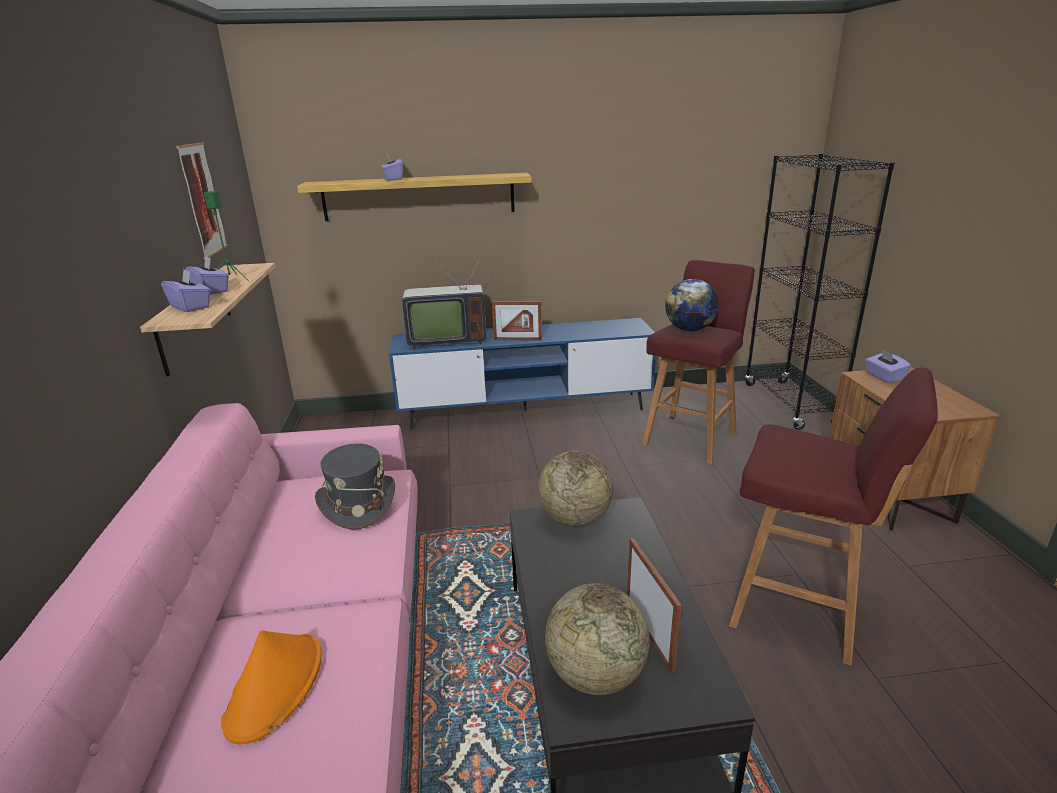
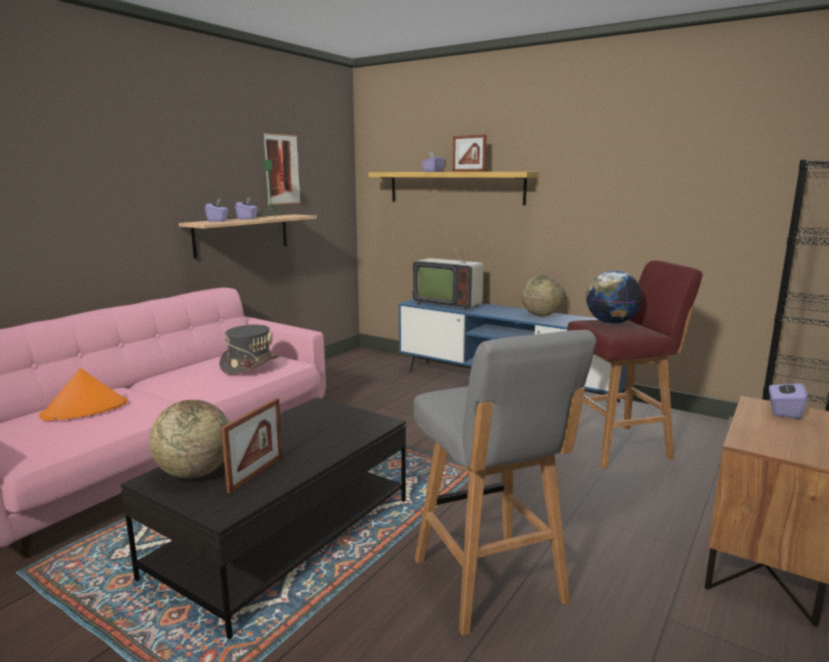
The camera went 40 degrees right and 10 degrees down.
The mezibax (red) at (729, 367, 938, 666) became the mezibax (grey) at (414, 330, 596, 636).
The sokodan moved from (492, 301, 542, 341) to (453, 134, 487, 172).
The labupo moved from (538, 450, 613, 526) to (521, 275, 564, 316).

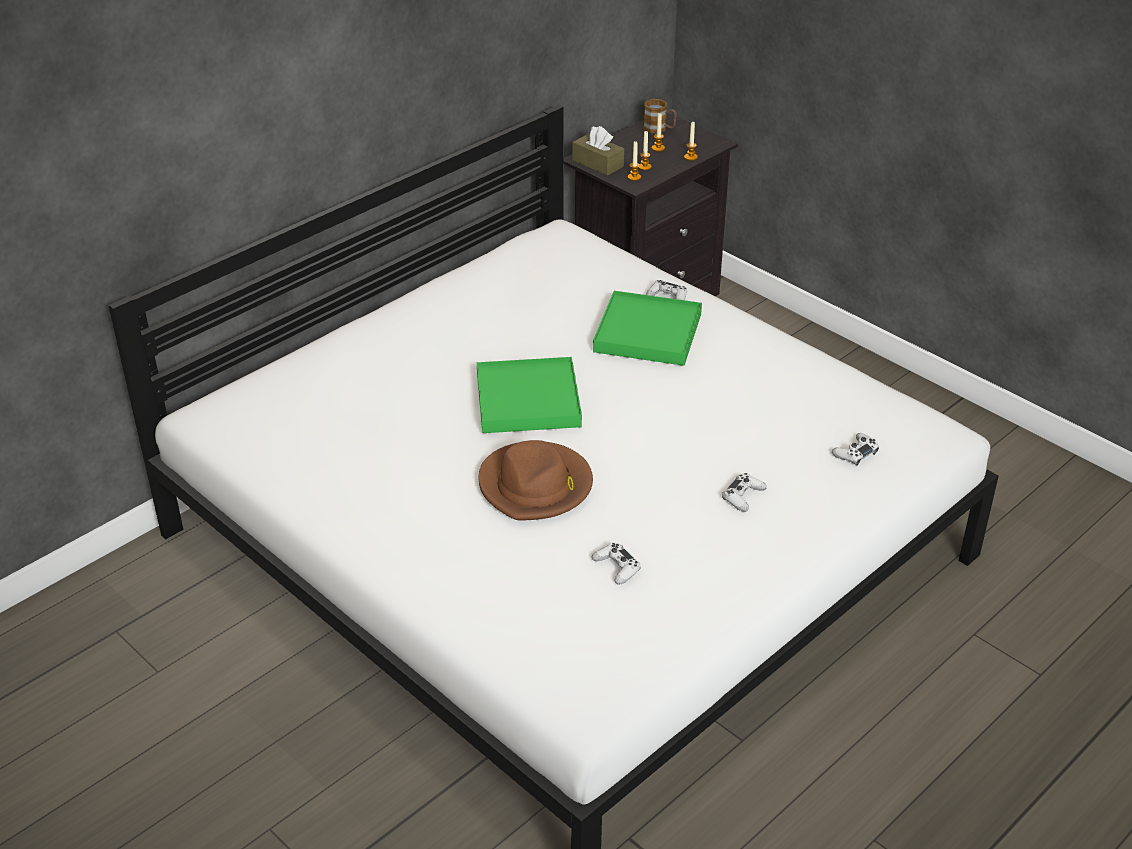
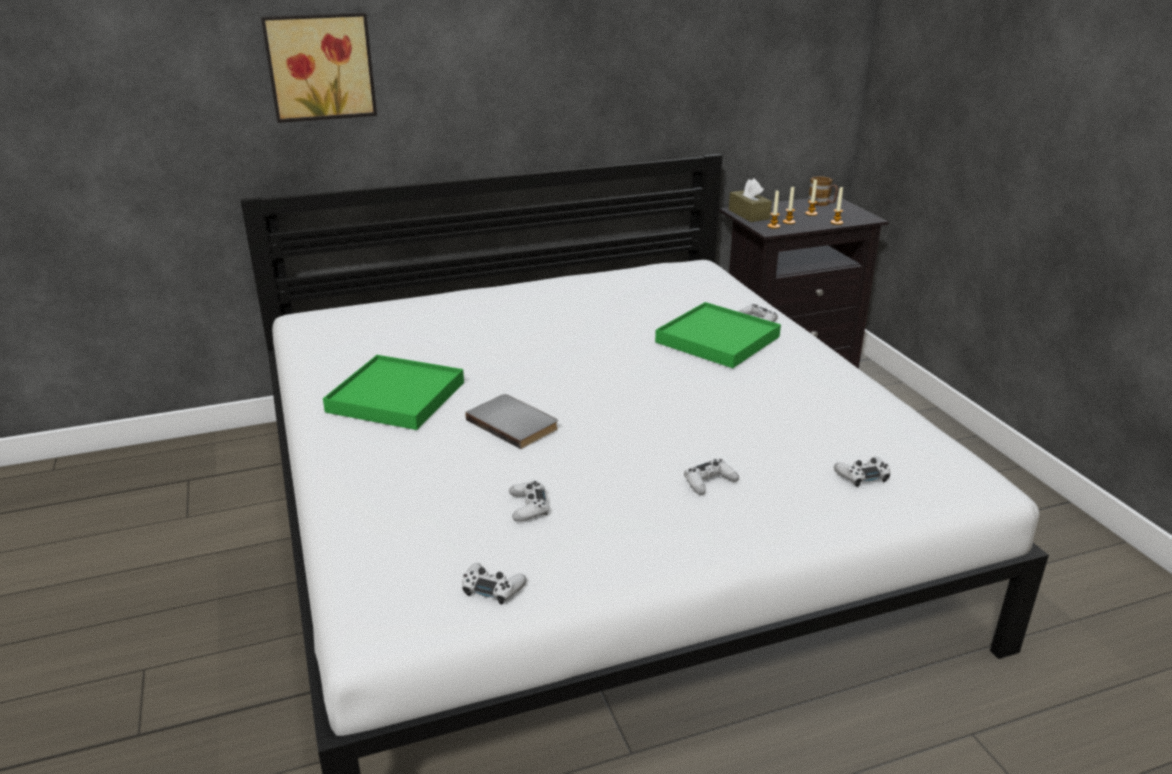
The camera went 25 degrees right and 10 degrees down.
The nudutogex at (261, 13, 377, 123) appeared.
The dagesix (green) moved from (477, 357, 582, 433) to (323, 355, 464, 430).
The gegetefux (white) at (462, 563, 527, 605) appeared.
The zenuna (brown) at (479, 440, 593, 521) was replaced by the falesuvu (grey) at (466, 394, 558, 449).

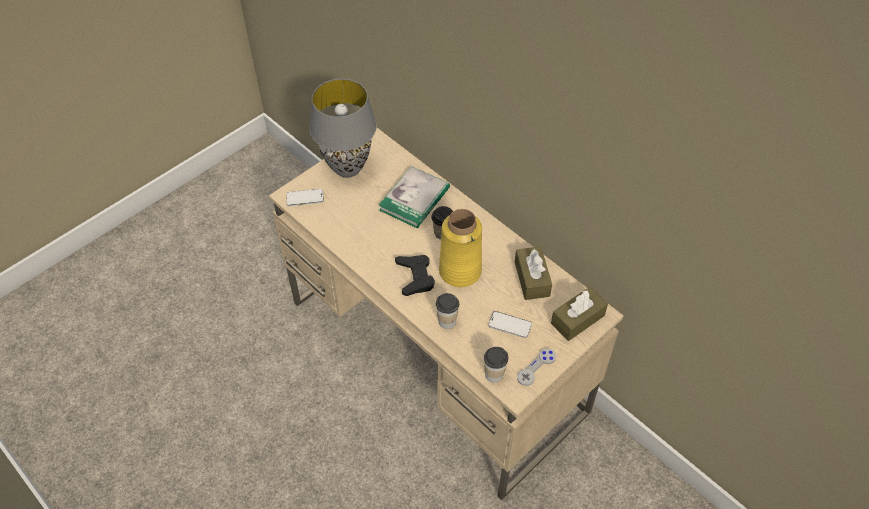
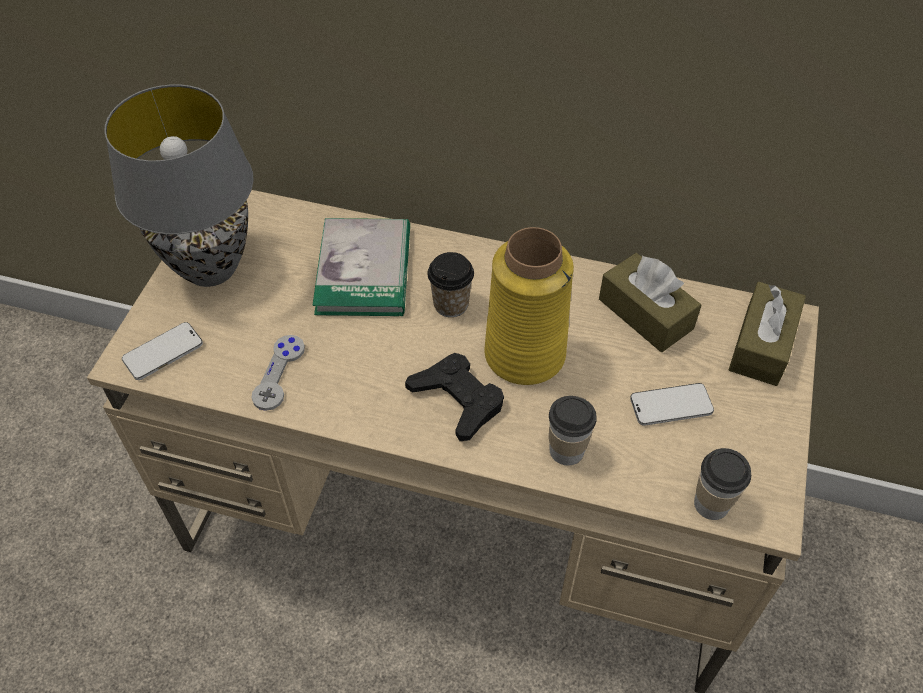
The camera went 30 degrees left and 0 degrees up.
The gegetefux (grey) moved from (517, 348, 556, 386) to (251, 335, 305, 411).

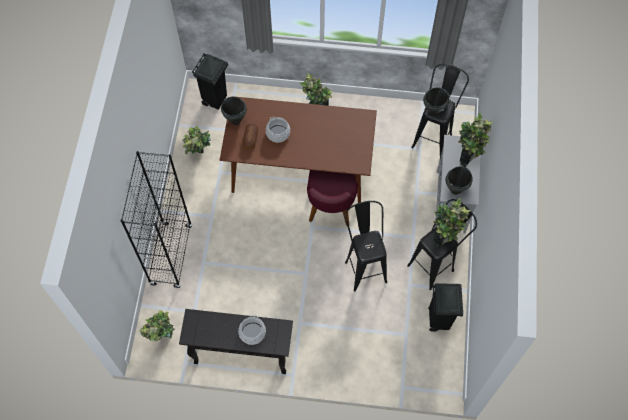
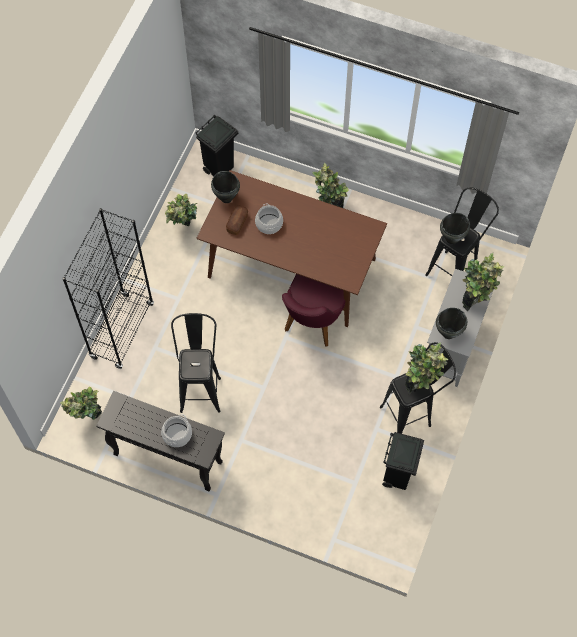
The camera went 15 degrees right and 0 degrees up.
The mezibax (black) moved from (345, 201, 387, 291) to (171, 313, 221, 413).

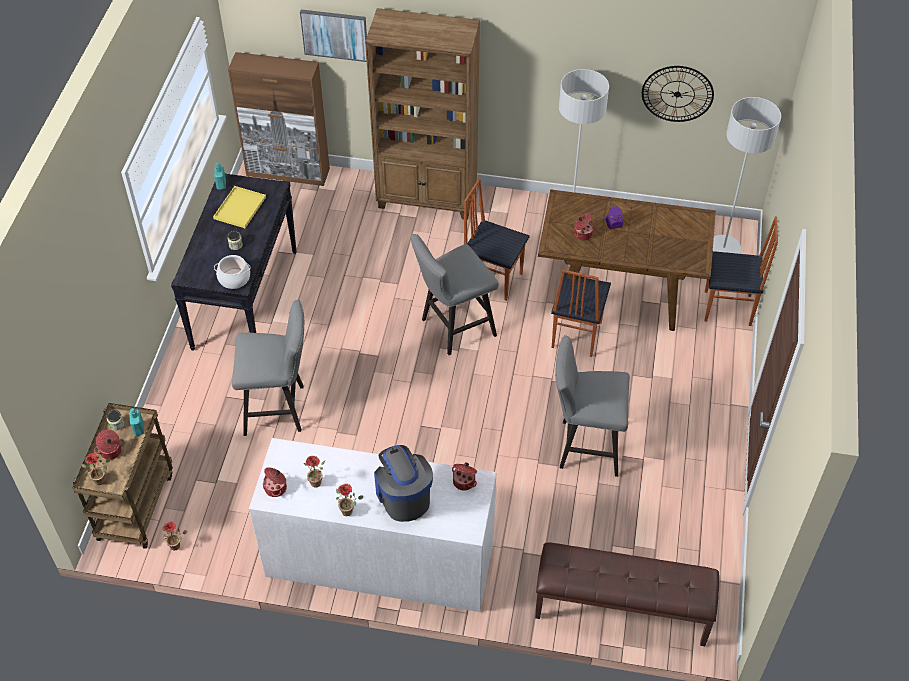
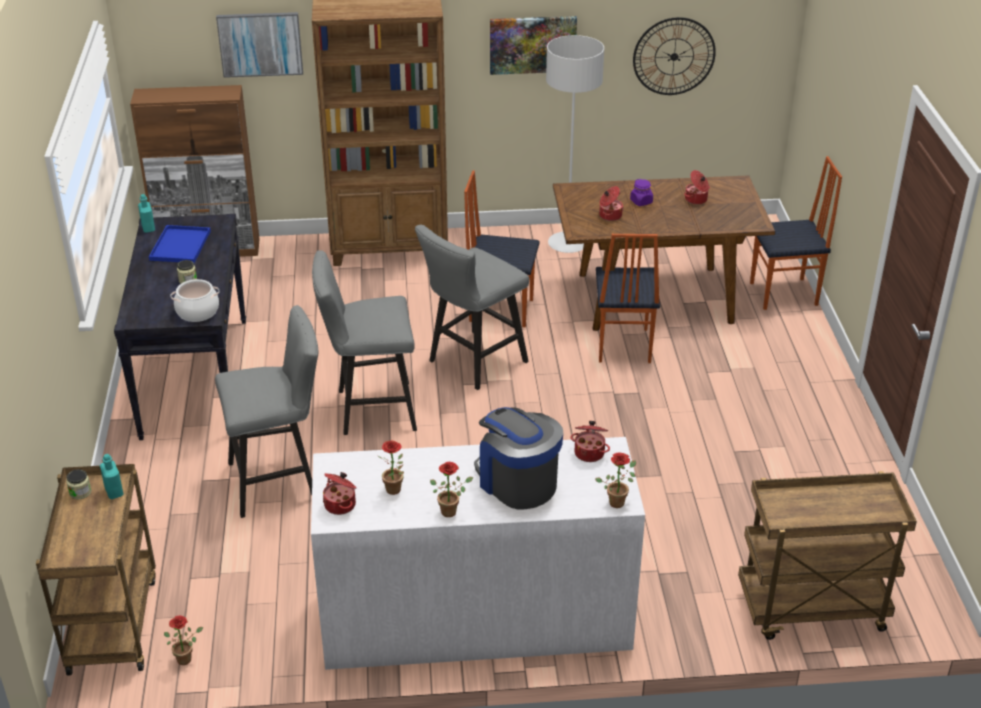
The camera went 15 degrees left and 15 degrees down.
The dagesix (yellow) at (213, 186, 266, 228) became the dagesix (blue) at (149, 225, 211, 263).
The mezibax (grey) moved from (555, 335, 630, 477) to (312, 250, 417, 435).
The nudutogex at (490, 16, 577, 75) appeared.
The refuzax moved from (82, 453, 111, 485) to (595, 452, 636, 508).
The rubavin moved from (94, 429, 124, 460) to (684, 170, 710, 204).
The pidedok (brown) at (535, 542, 719, 646) was replaced by the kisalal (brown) at (738, 471, 917, 640).
The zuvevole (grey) at (713, 97, 781, 254) disappeared.

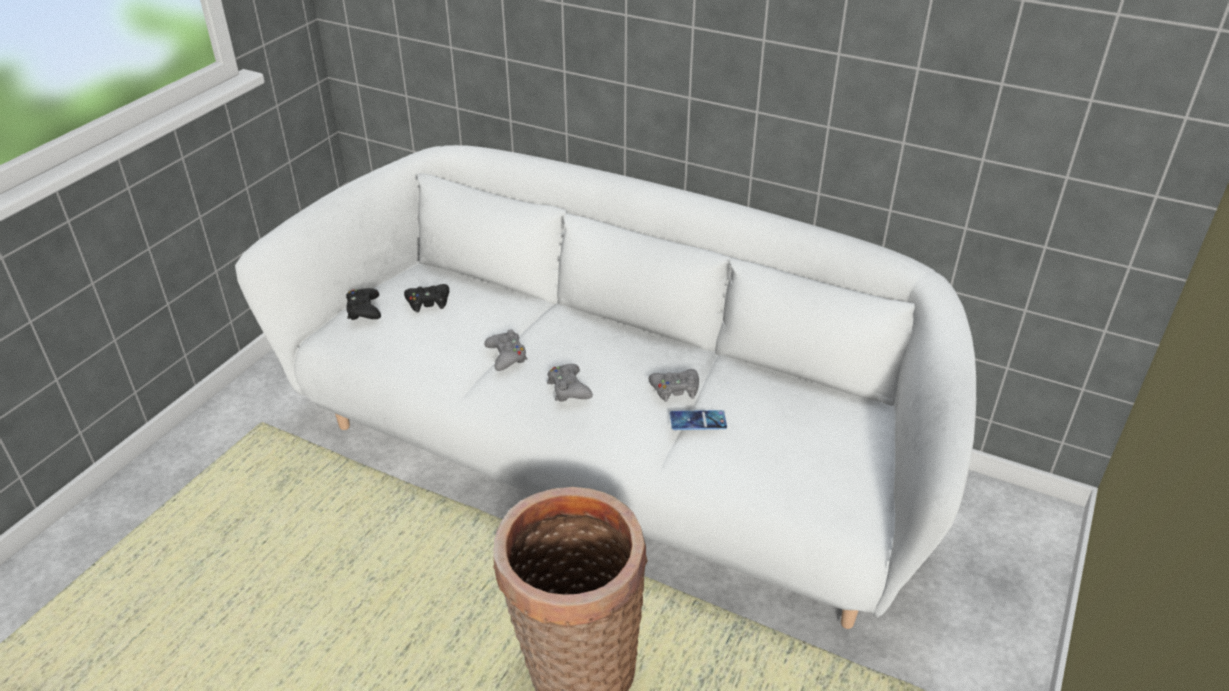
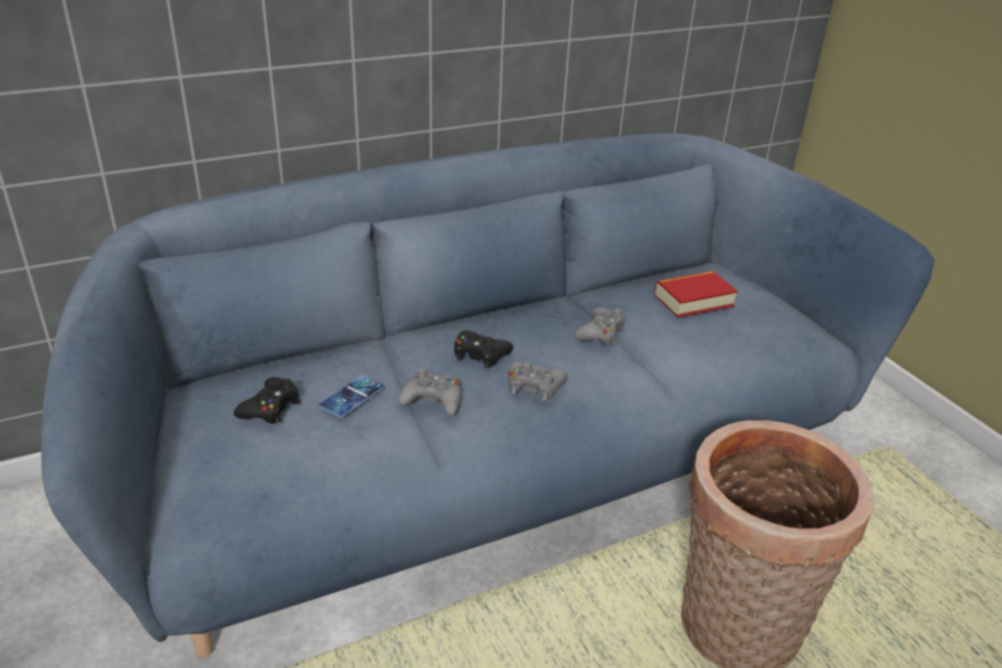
The camera went 55 degrees left and 5 degrees down.
The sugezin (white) at (235, 145, 976, 629) became the sugezin (blue) at (41, 133, 935, 658).
The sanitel moved from (670, 410, 727, 430) to (319, 375, 384, 417).
The gegetefux (black) moved from (346, 288, 381, 320) to (454, 330, 513, 368).
The falesuvu at (654, 271, 738, 318) appeared.

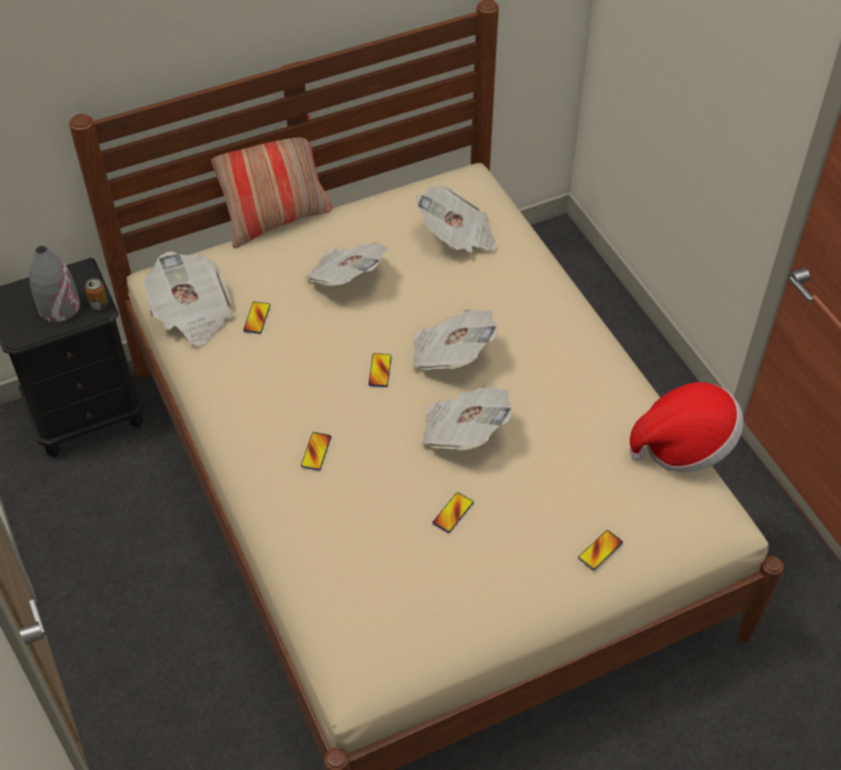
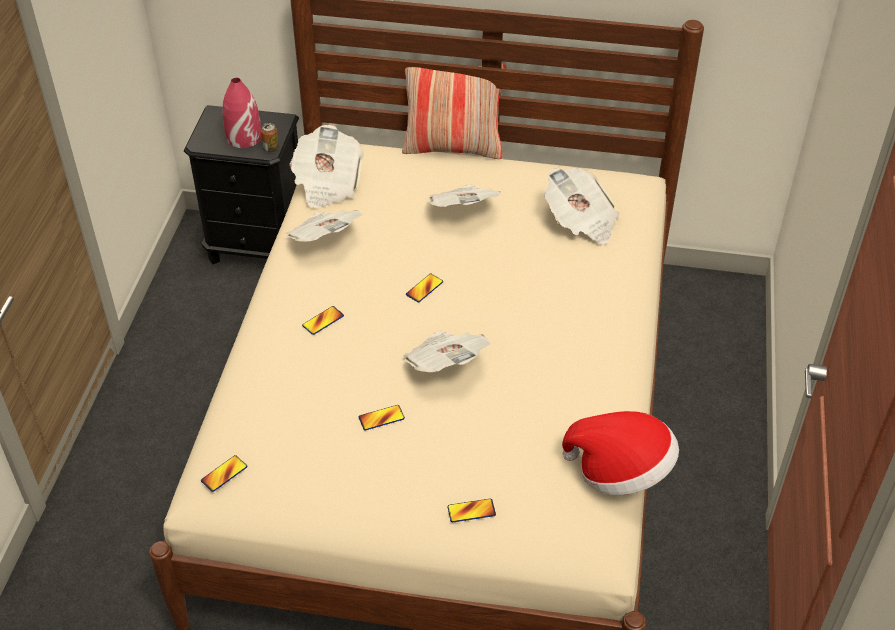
The camera went 35 degrees right and 5 degrees down.
The sanitel moved from (243, 301, 270, 334) to (201, 455, 247, 492).
The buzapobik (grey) at (29, 246, 80, 322) became the buzapobik (red) at (223, 78, 262, 148).
The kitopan moved from (412, 309, 498, 370) to (285, 210, 362, 242).

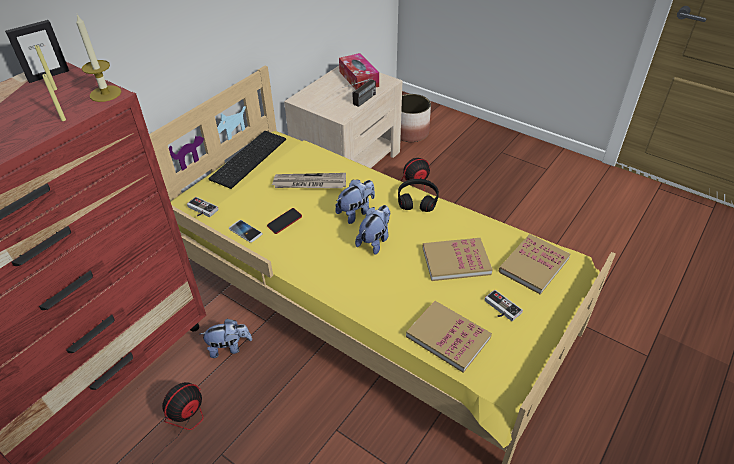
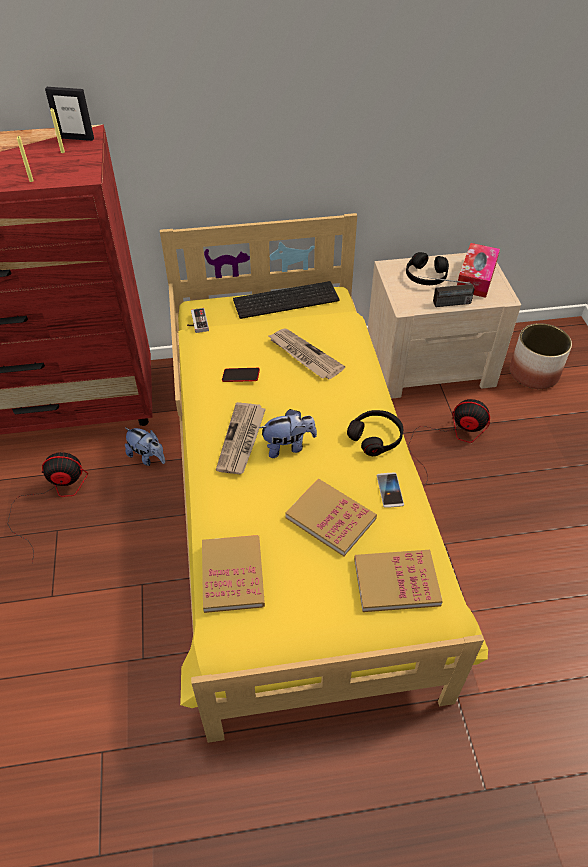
The camera went 45 degrees right and 5 degrees up.
The kitopan at (216, 402, 266, 474) appeared.
The sanitel moved from (229, 220, 263, 243) to (377, 472, 404, 508).
The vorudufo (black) at (406, 252, 449, 285) appeared.
The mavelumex at (76, 15, 121, 102) disappeared.
The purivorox at (335, 180, 375, 224) disappeared.
The gegetefux at (485, 290, 523, 321) disappeared.

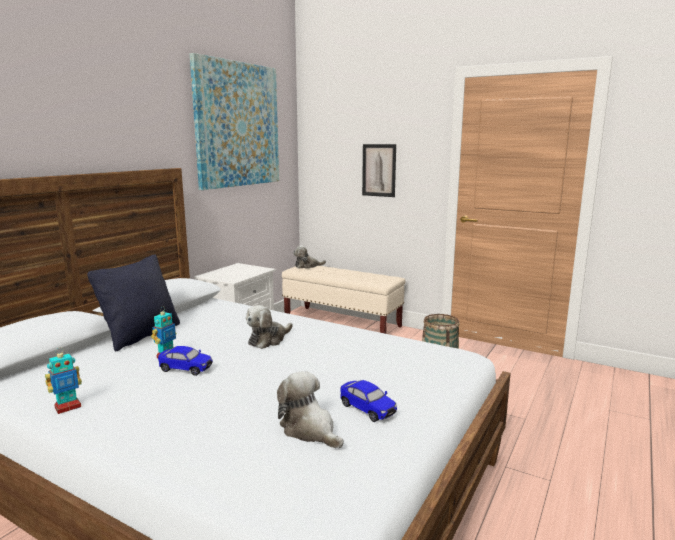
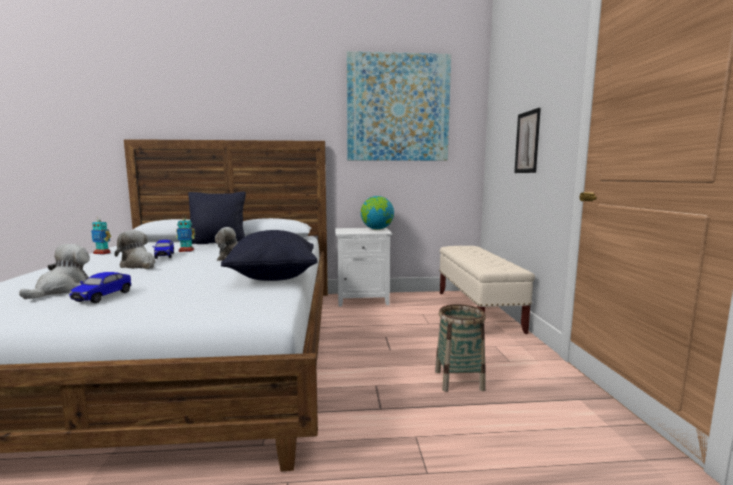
The camera went 55 degrees right and 5 degrees down.
The purivorox moved from (293, 245, 326, 269) to (115, 230, 156, 269).
The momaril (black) at (221, 230, 318, 281) appeared.
The labupo at (361, 196, 394, 230) appeared.

